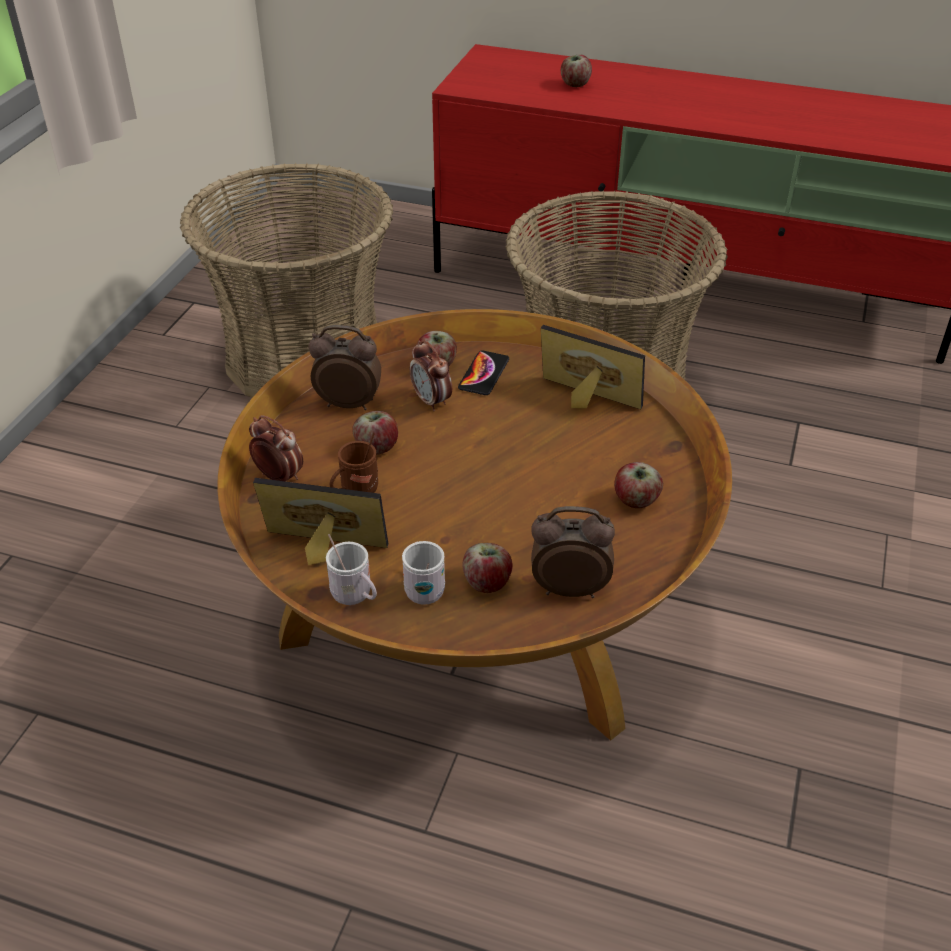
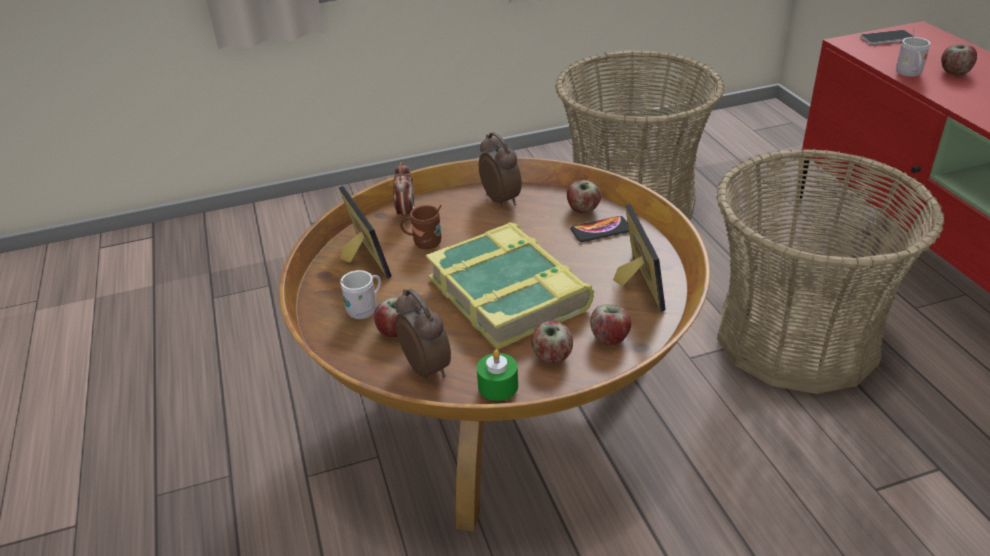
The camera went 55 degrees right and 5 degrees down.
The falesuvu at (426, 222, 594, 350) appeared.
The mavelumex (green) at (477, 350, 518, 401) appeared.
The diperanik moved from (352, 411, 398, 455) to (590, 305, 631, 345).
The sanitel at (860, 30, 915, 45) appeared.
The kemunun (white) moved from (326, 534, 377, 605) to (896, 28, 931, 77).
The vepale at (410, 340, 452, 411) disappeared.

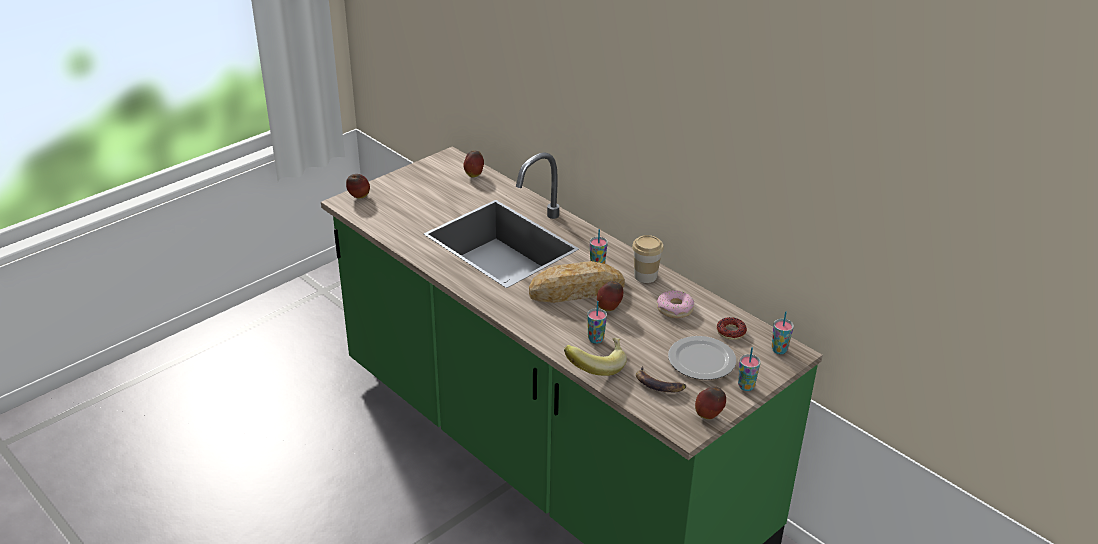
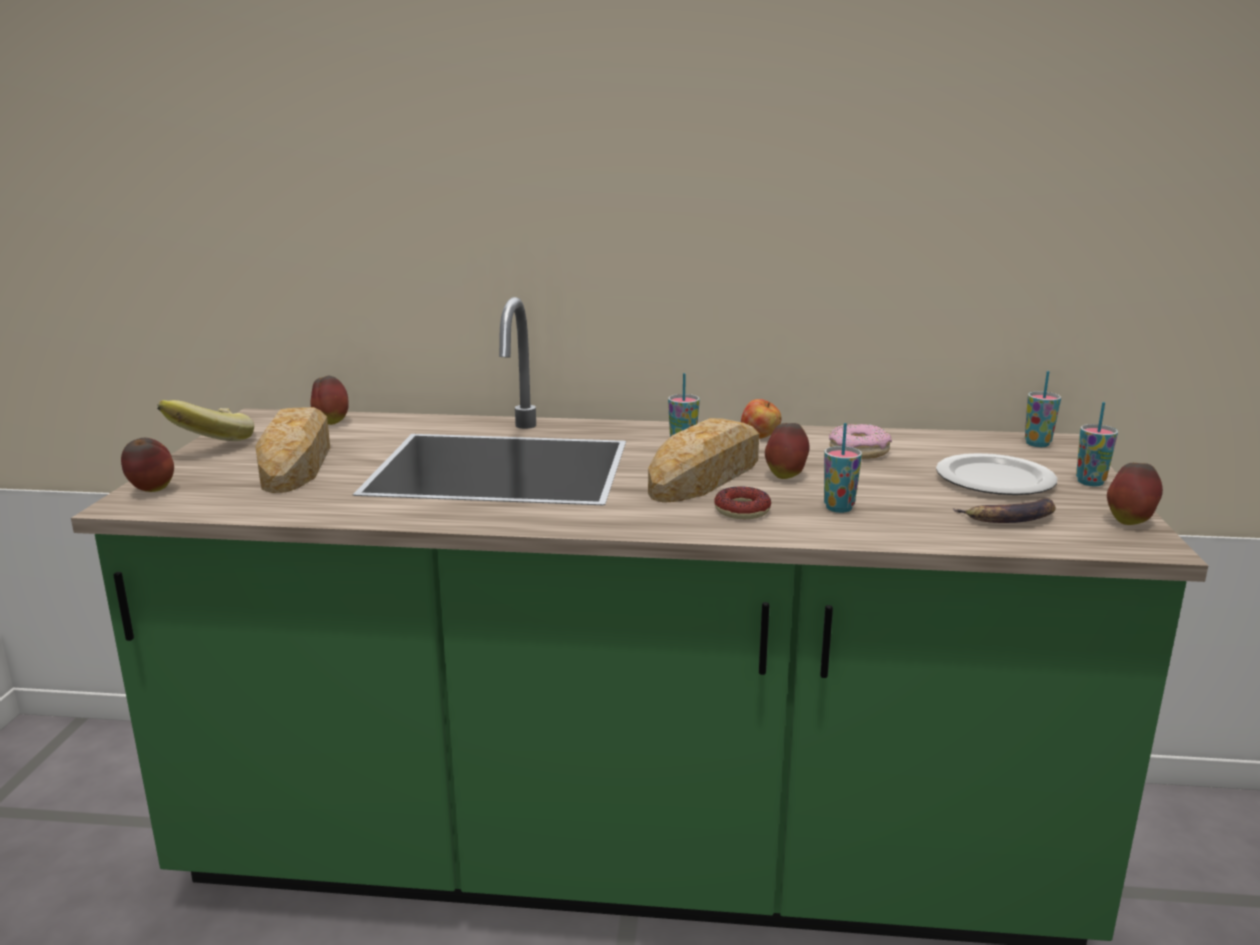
The camera went 40 degrees left and 15 degrees down.
The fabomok moved from (564, 338, 627, 376) to (157, 400, 254, 441).
The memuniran at (255, 407, 330, 493) appeared.
The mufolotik moved from (717, 317, 747, 340) to (714, 486, 771, 519).
The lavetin at (632, 235, 664, 283) was replaced by the diperanik at (741, 399, 781, 439).

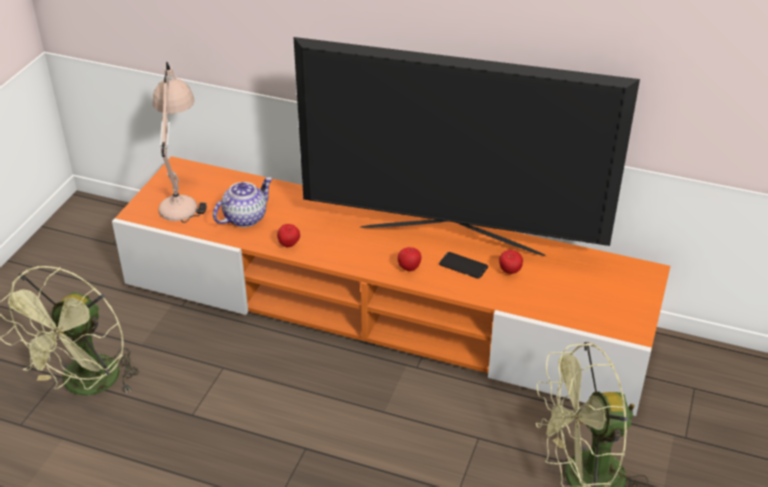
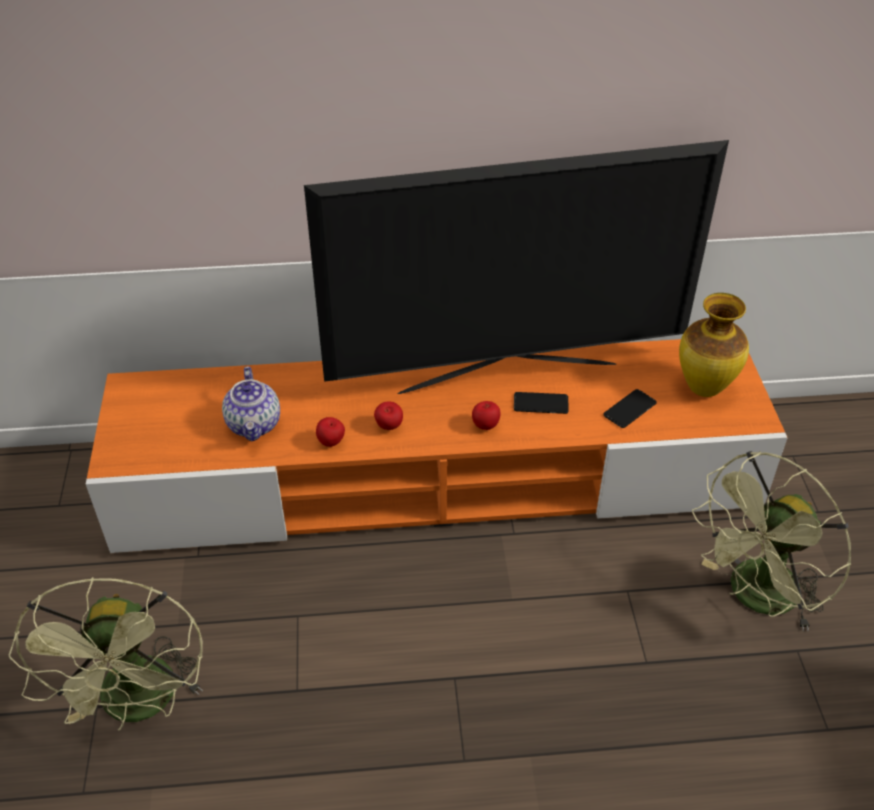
The camera went 25 degrees left and 5 degrees up.
The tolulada at (213, 177, 273, 227) turned 150 degrees clockwise.
The diperanik moved from (499, 250, 523, 274) to (374, 402, 403, 430).
The sanitel at (603, 389, 657, 428) appeared.
The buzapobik at (679, 293, 749, 397) appeared.
The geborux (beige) at (153, 62, 207, 223) disappeared.

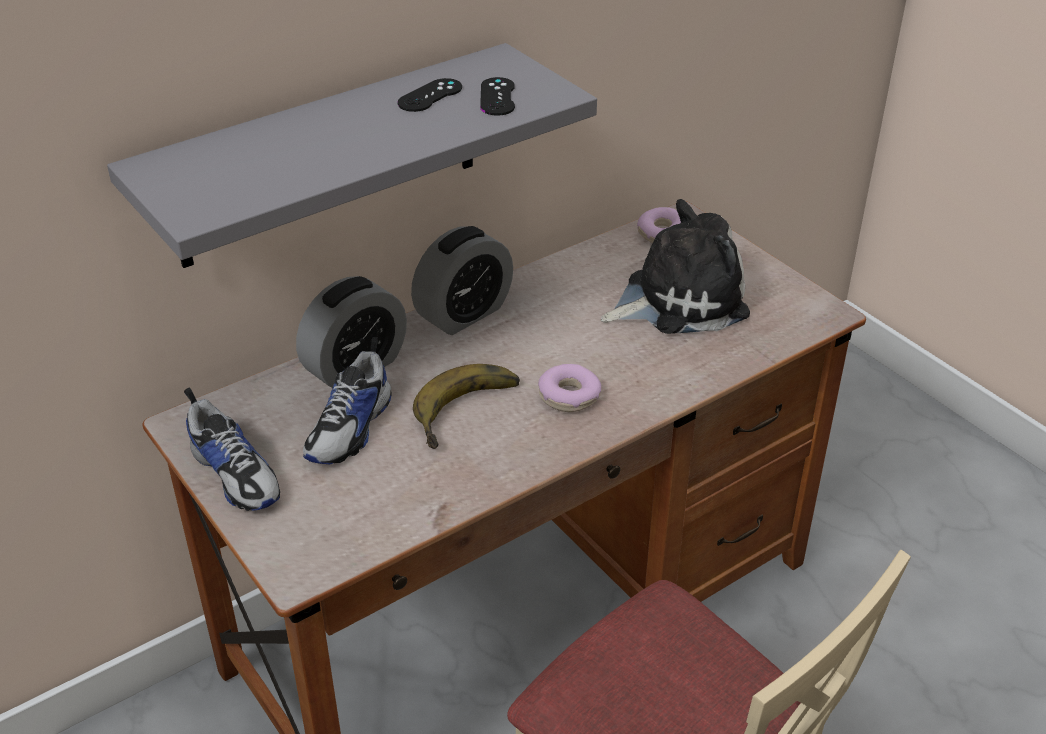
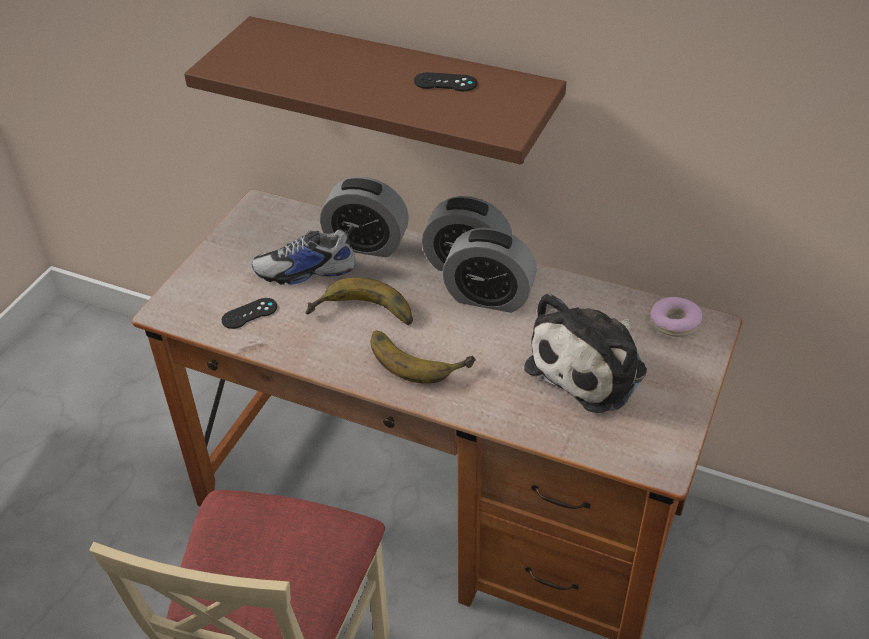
The camera went 60 degrees right and 5 degrees up.
The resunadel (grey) at (107, 43, 597, 268) became the resunadel (brown) at (184, 16, 566, 164).
The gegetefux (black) moved from (480, 77, 515, 116) to (222, 298, 277, 329).
The mufolotik at (538, 364, 601, 412) was replaced by the fabomok at (371, 330, 476, 384).
The vepale at (442, 227, 537, 313) appeared.
The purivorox at (601, 199, 750, 334) turned 90 degrees clockwise.
The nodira at (184, 387, 280, 511) disappeared.

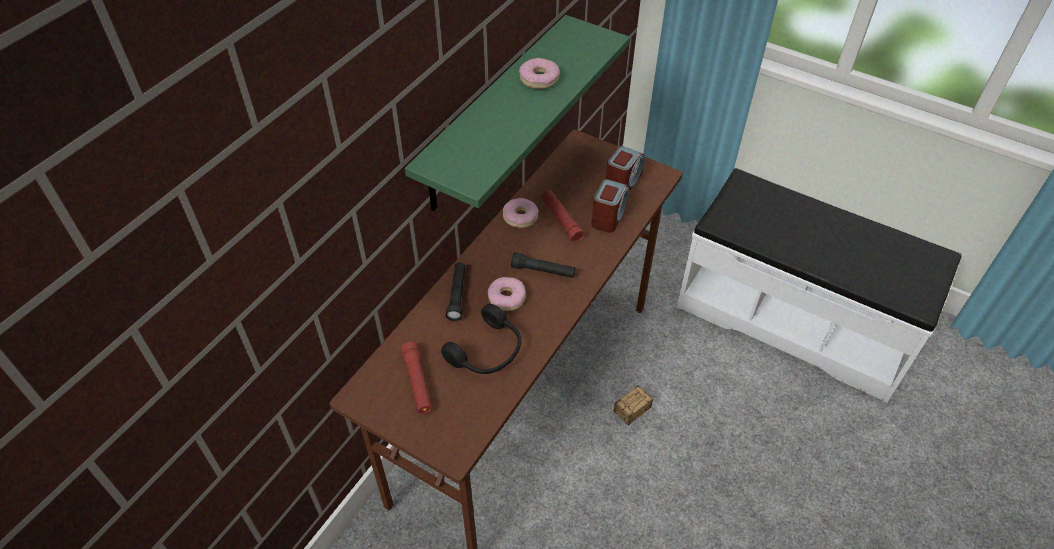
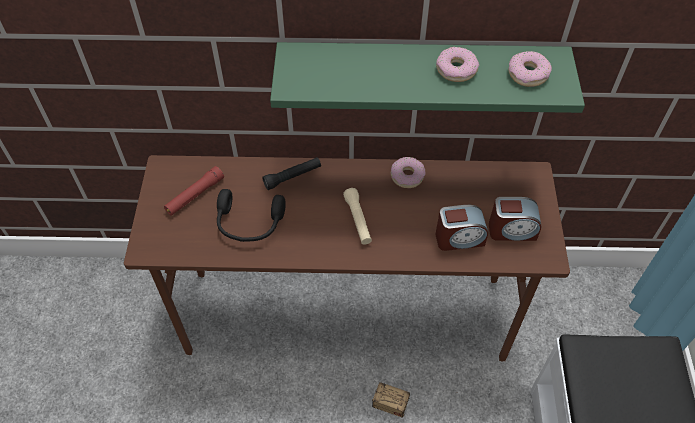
The camera went 60 degrees right and 5 degrees up.
The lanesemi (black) at (511, 252, 576, 278) became the lanesemi (beige) at (343, 188, 372, 245).
The mufolotik moved from (488, 277, 526, 311) to (508, 51, 552, 87).
The lanesemi (red) at (542, 190, 585, 242) disappeared.

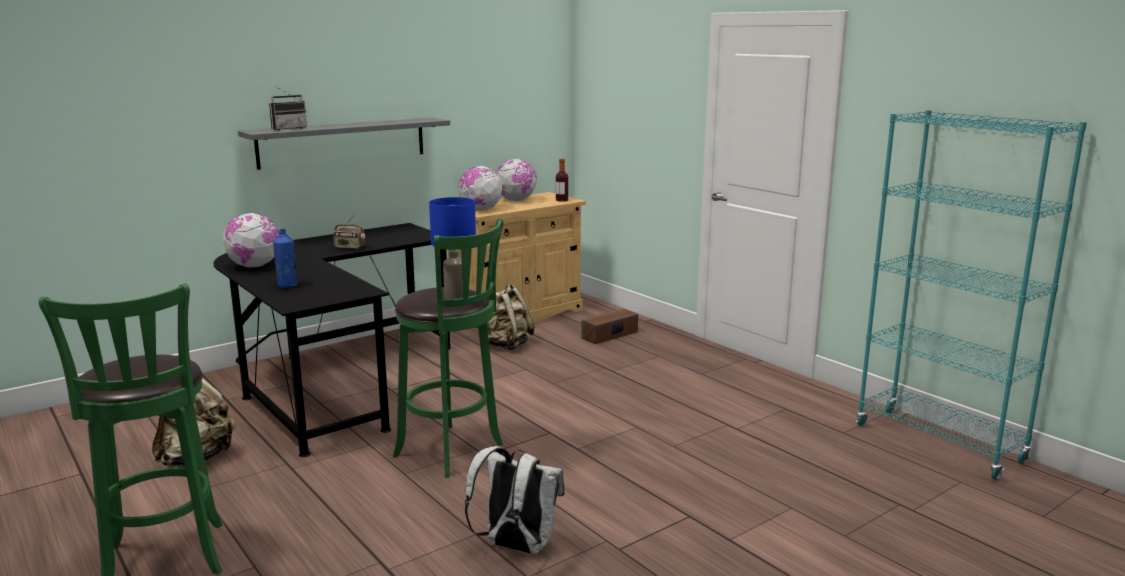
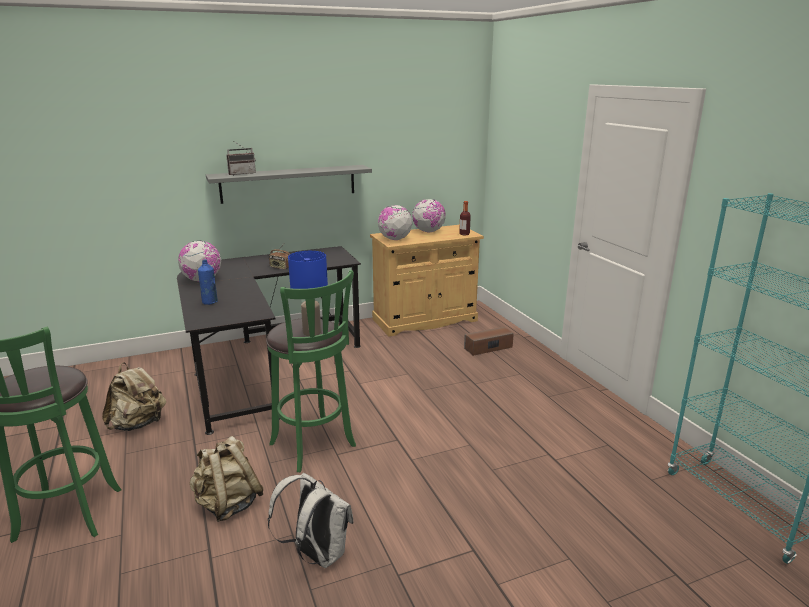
The camera went 15 degrees right and 5 degrees up.
The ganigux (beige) moved from (487, 284, 535, 350) to (190, 436, 264, 522).

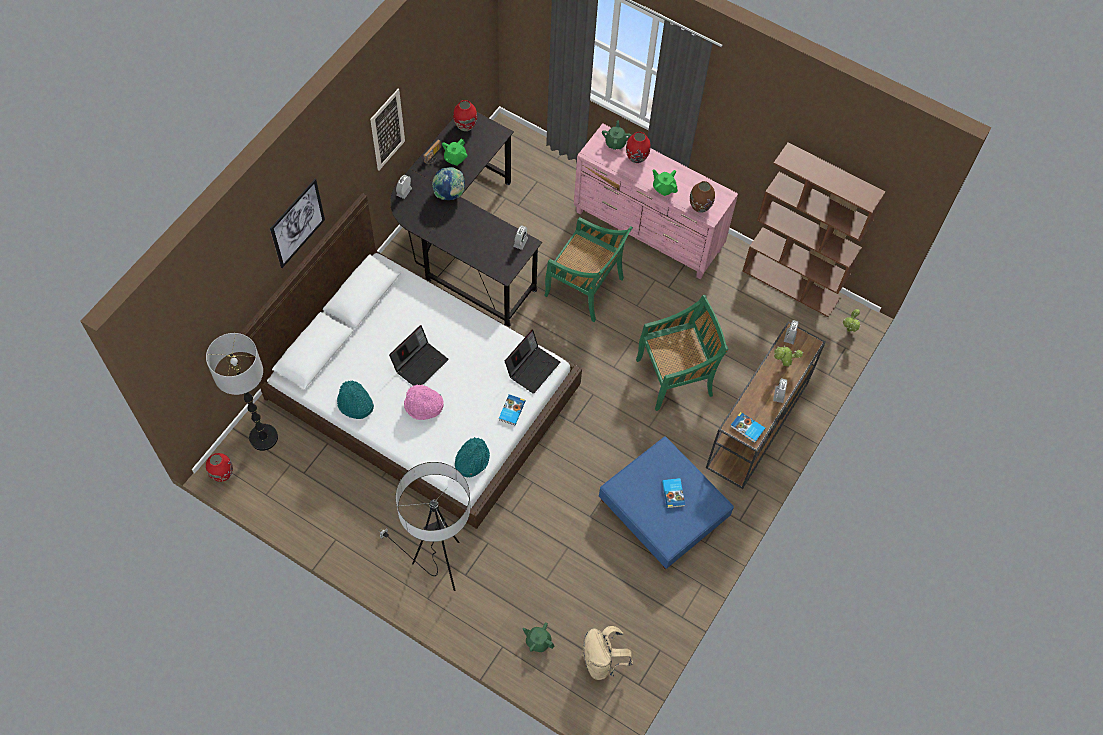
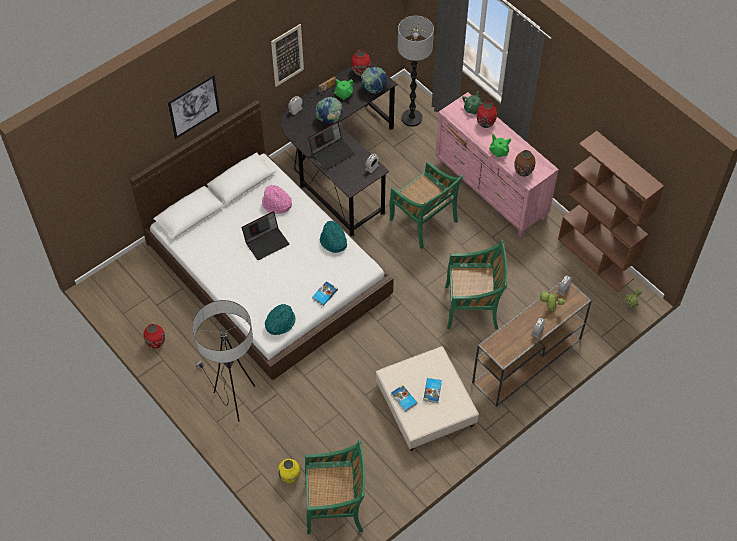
The camera went 20 degrees right and 5 degrees down.
The buzapobik (red) moved from (206, 453, 233, 482) to (144, 324, 165, 349).
The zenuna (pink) moved from (404, 385, 444, 420) to (262, 185, 292, 214).
The tolulada (green) at (522, 622, 554, 652) was replaced by the buzapobik (yellow) at (278, 459, 300, 484).
The ganigux (beige) at (582, 626, 633, 680) was replaced by the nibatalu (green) at (305, 440, 365, 534).
The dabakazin moved from (505, 330, 561, 394) to (308, 121, 355, 170).
The zenuna (turquoise) moved from (337, 381, 374, 419) to (320, 220, 347, 253).
The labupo at (361, 67, 387, 94) appeared.
The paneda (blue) at (599, 436, 734, 569) became the paneda (beige) at (376, 346, 479, 451).
The falesuvu moved from (730, 412, 765, 443) to (391, 385, 417, 412).
The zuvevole moved from (206, 333, 278, 451) to (398, 16, 434, 127).

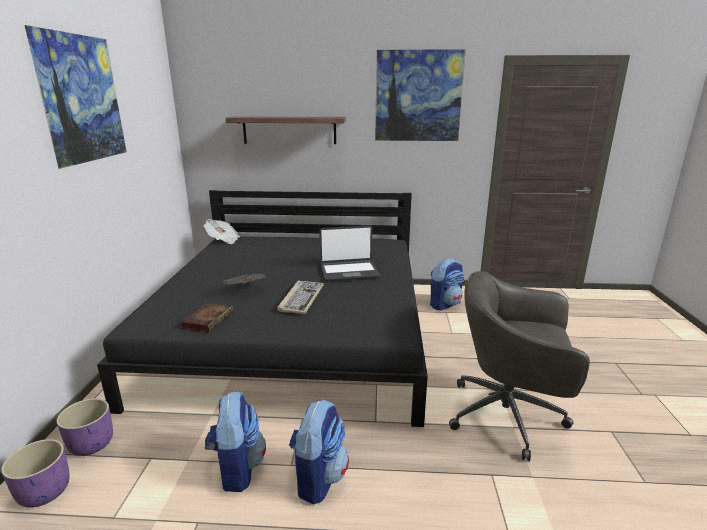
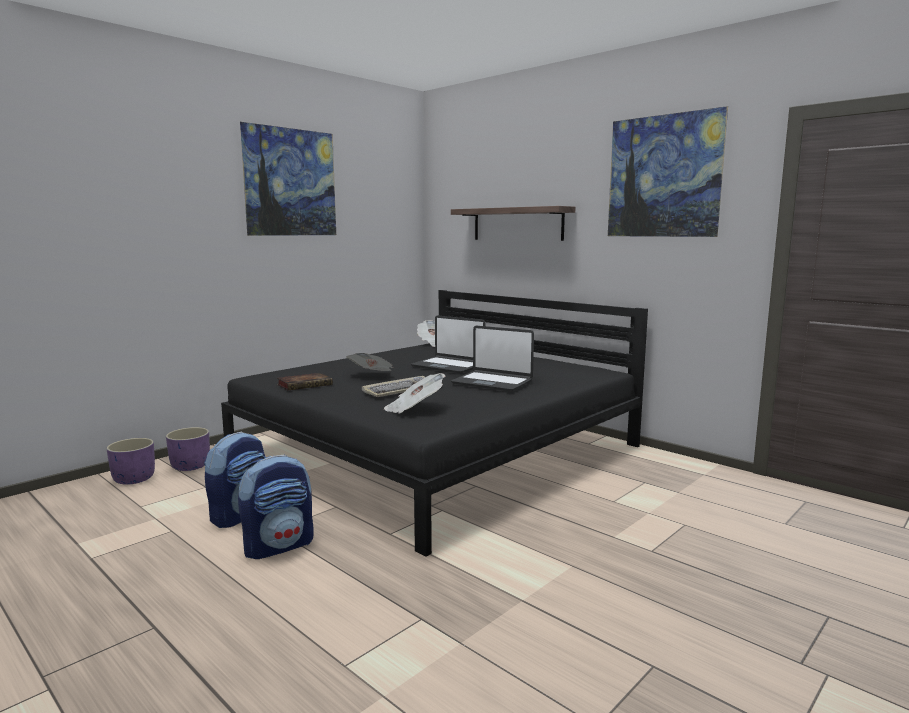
The camera went 40 degrees right and 10 degrees down.
The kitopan at (384, 373, 446, 414) appeared.
The dabakazin at (411, 315, 486, 374) appeared.
The ganigux at (430, 258, 464, 310) disappeared.
The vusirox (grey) at (449, 271, 590, 461) disappeared.

